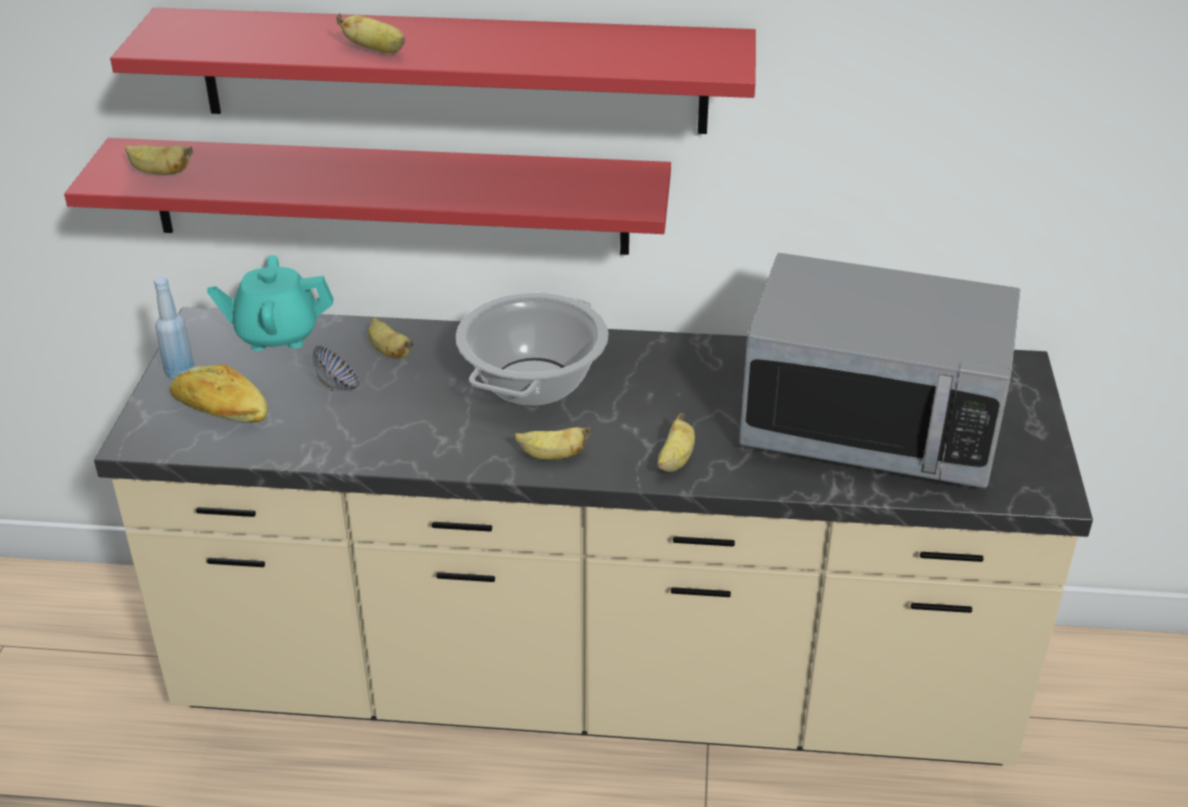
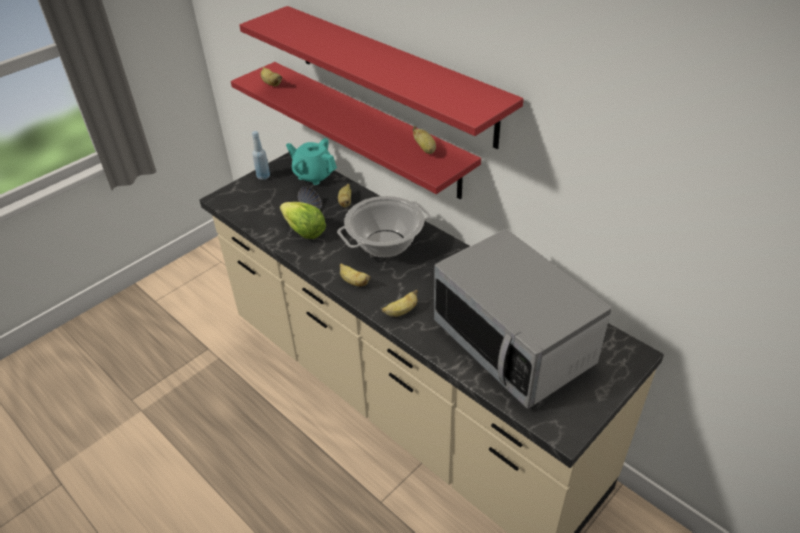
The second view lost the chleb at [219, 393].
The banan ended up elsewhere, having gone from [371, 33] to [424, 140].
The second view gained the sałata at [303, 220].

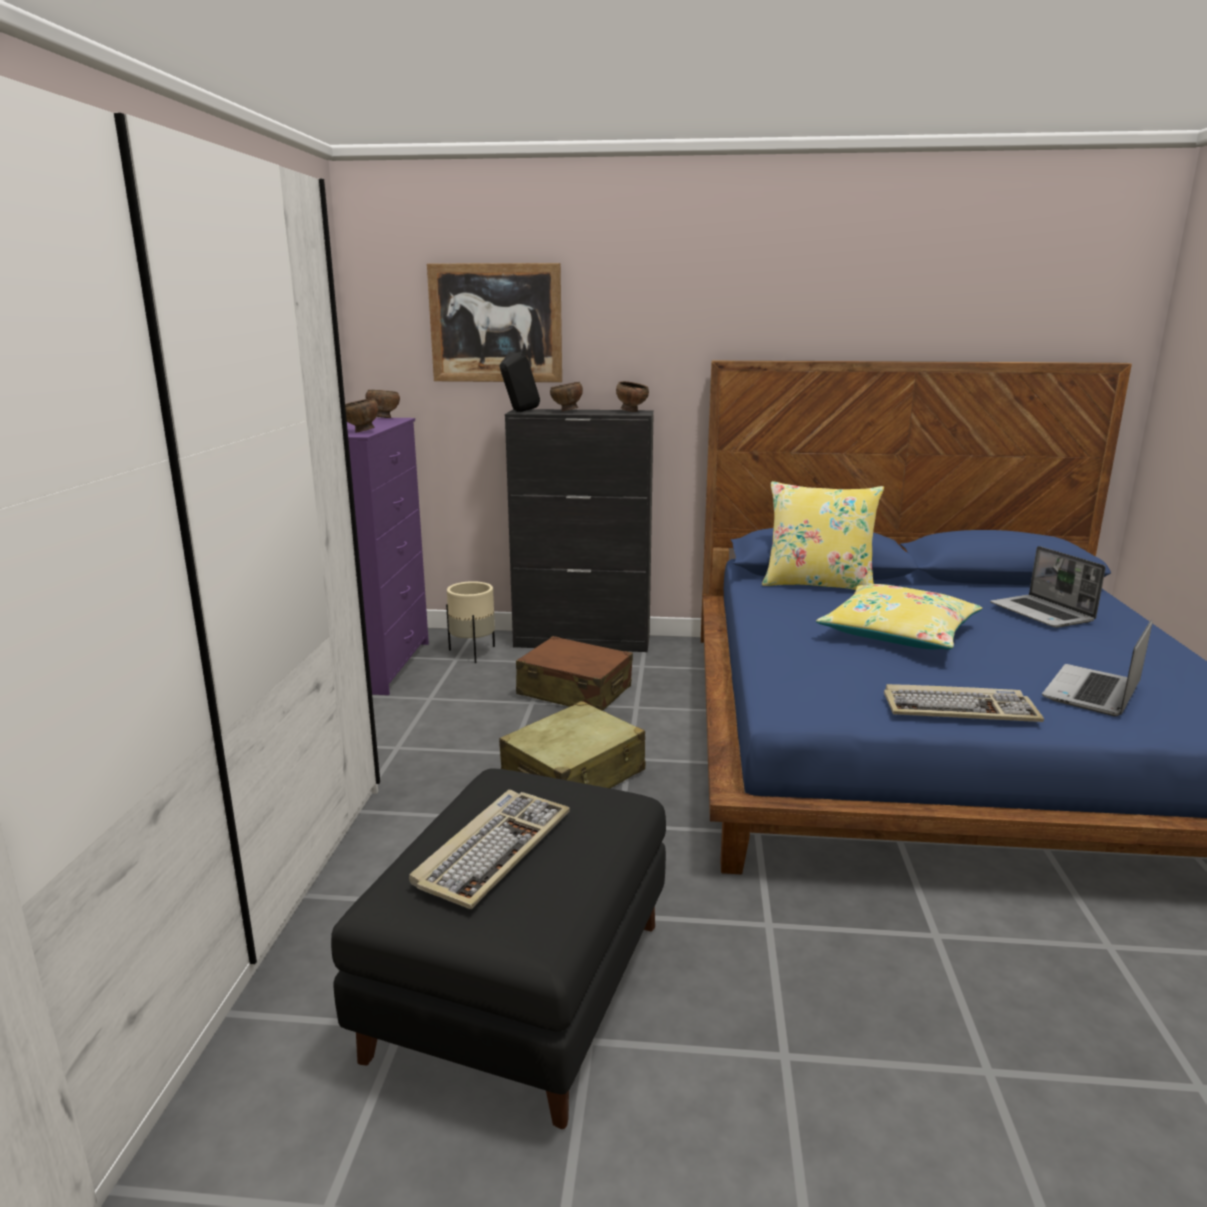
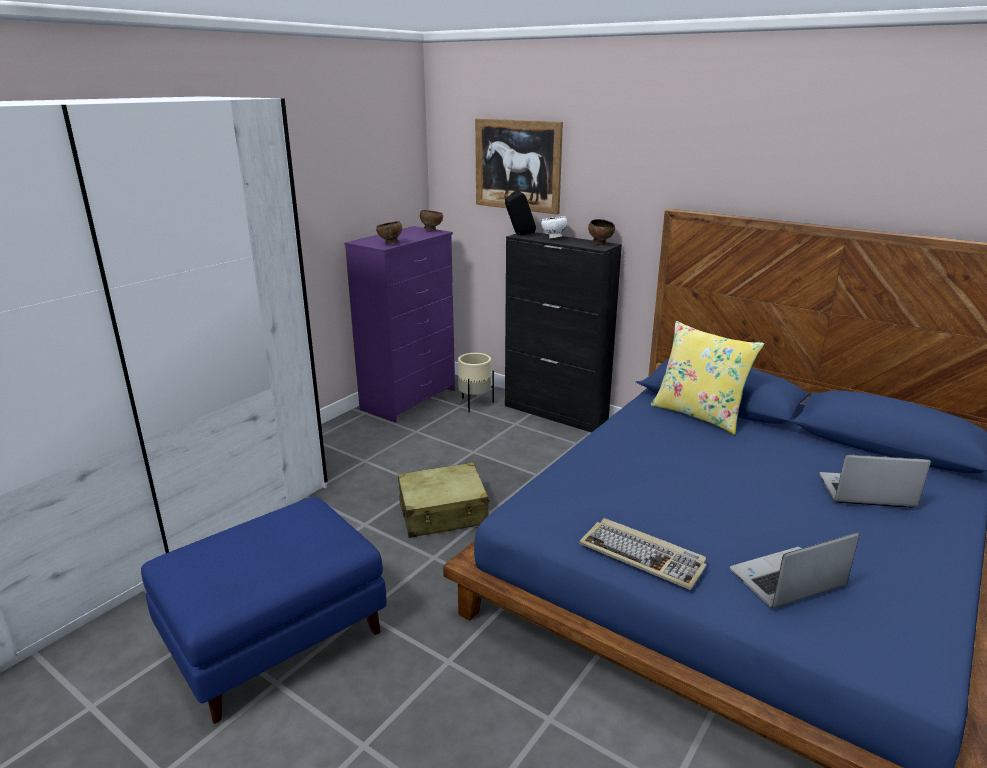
What was the pufa (czarny) at [498, 948] turned into the pufa (niebieski) at [263, 610].
The second view lost the klawiatura at [489, 849].
The second view lost the walizka (brązowy) at [574, 673].
What was the miska (brązowy) at [566, 396] turned into the miska (biały) at [554, 227].
The second view lost the poduszka (żółty) at [899, 617].
The laptop at [1048, 587] ended up facing another way, 90 degrees clockwise from before.

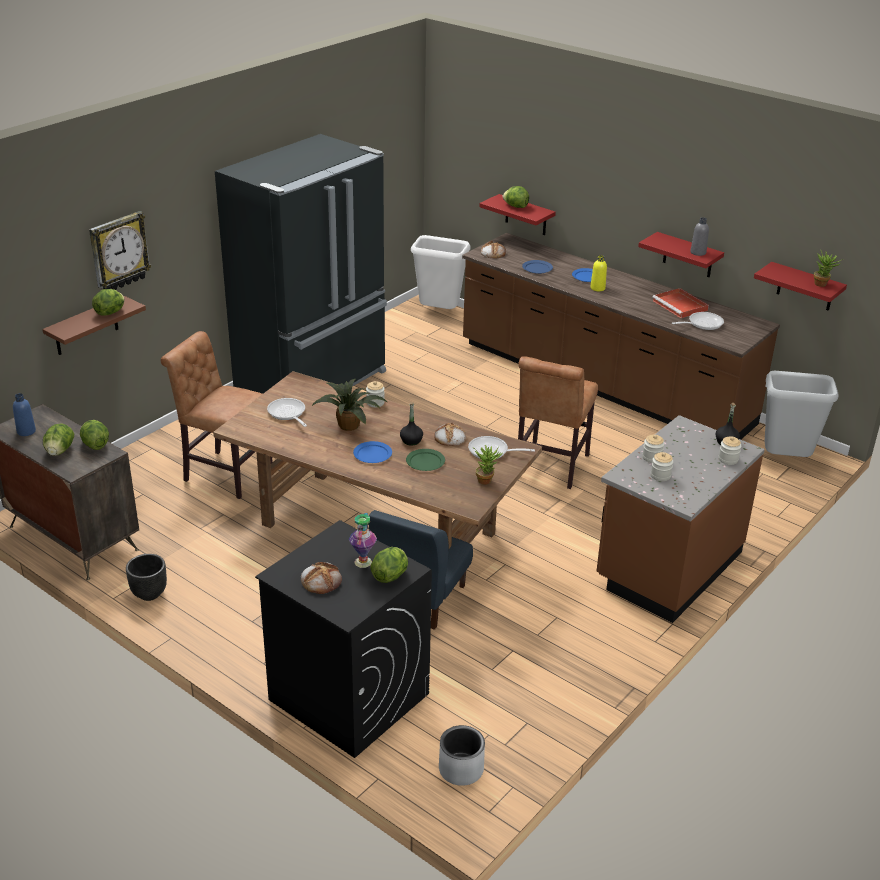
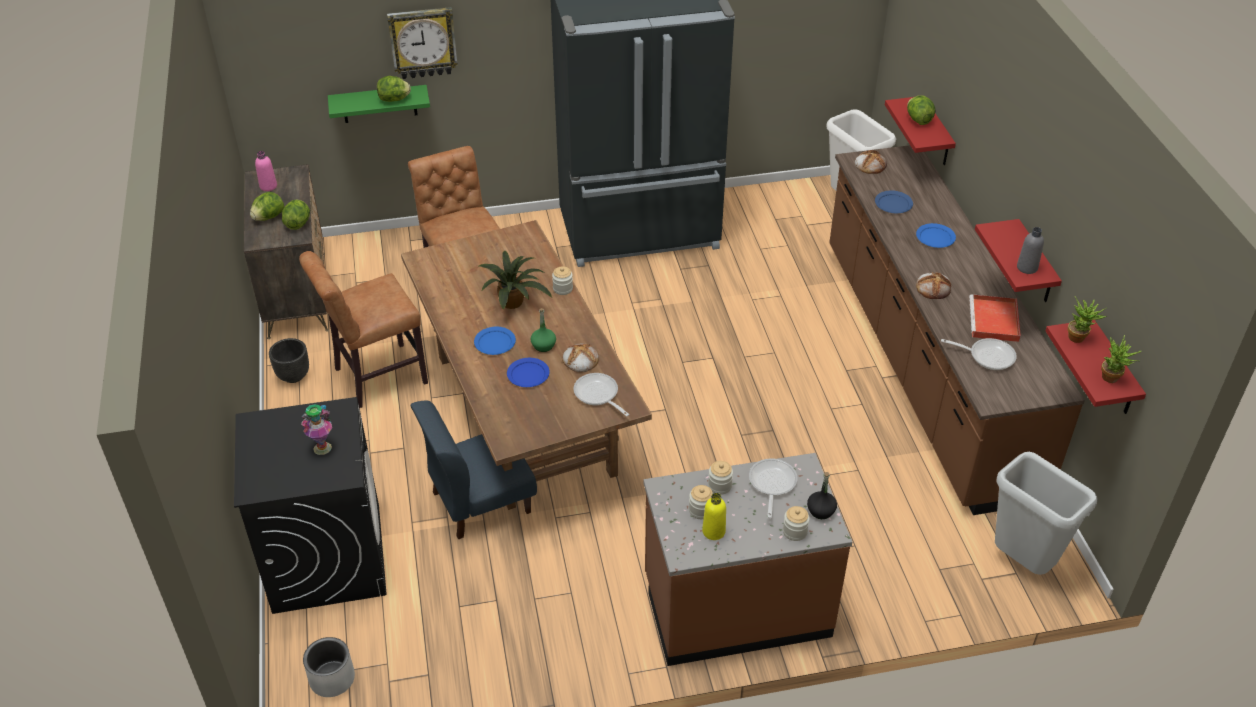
What was the butelka (niebieski) at [24, 414] turned into the butelka (różowy) at [266, 171].
What was the półka (brązowy) at [94, 325] turned into the półka (zielony) at [379, 104].
The patelnia ended up elsewhere, having gone from [287, 412] to [773, 488].
The chleb ended up elsewhere, having gone from [321, 578] to [933, 285].
The second view lost the sałata at [389, 565].
What was the butelka (czarny) at [411, 424] turned into the butelka (zielony) at [543, 330].
What was the talerz (zielony) at [425, 460] turned into the talerz (niebieski) at [528, 372].
The roślina doniczkowa ended up elsewhere, having gone from [488, 465] to [1087, 320].
The krzesło (brązowy) ended up elsewhere, having gone from [558, 422] to [363, 329].
The butelka (żółty) ended up elsewhere, having gone from [598, 273] to [714, 516].

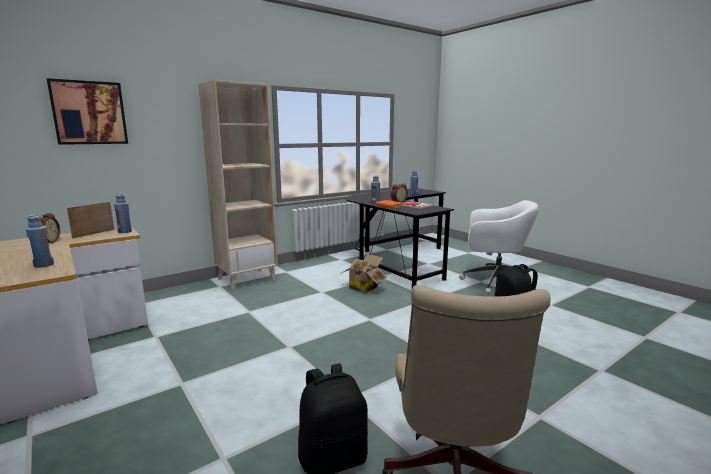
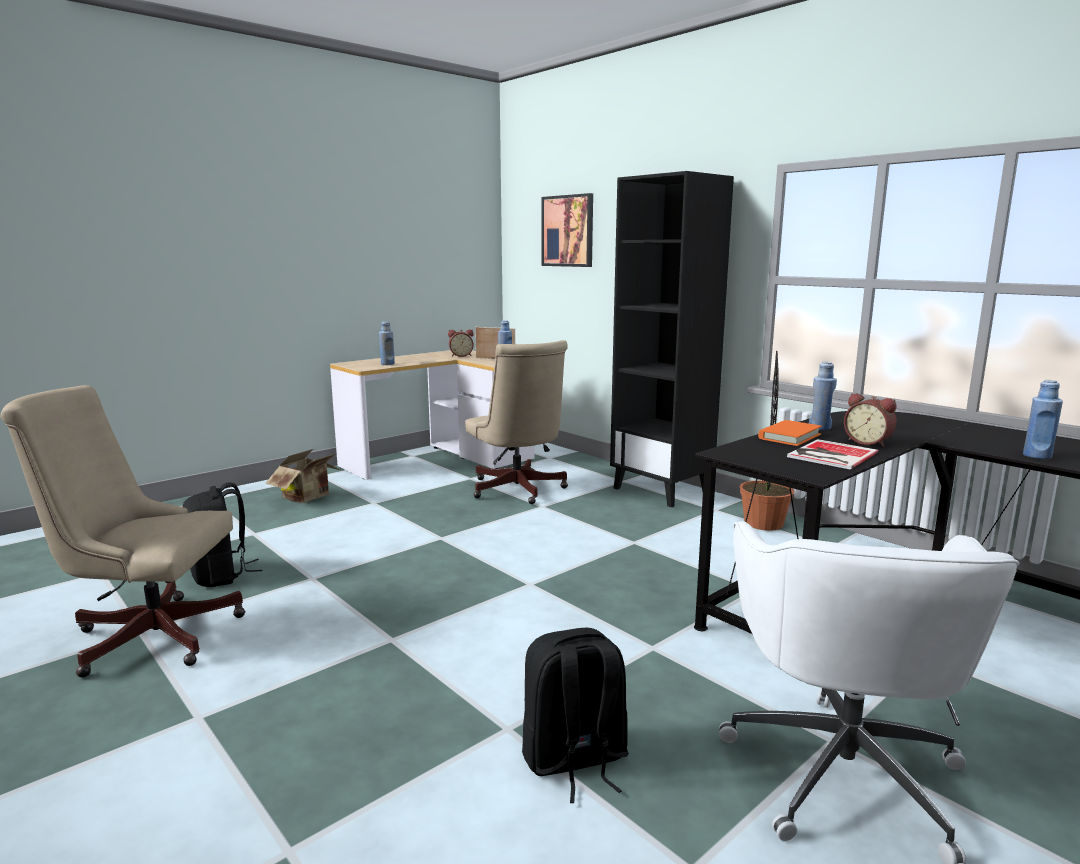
What was the regał (beżowy) at [238, 185] turned into the regał (czarny) at [672, 339].
The karton ended up elsewhere, having gone from [364, 273] to [303, 476].
The second view gained the krzesło biurowe (beżowy) at [516, 422].
The second view gained the roślina doniczkowa at [767, 441].

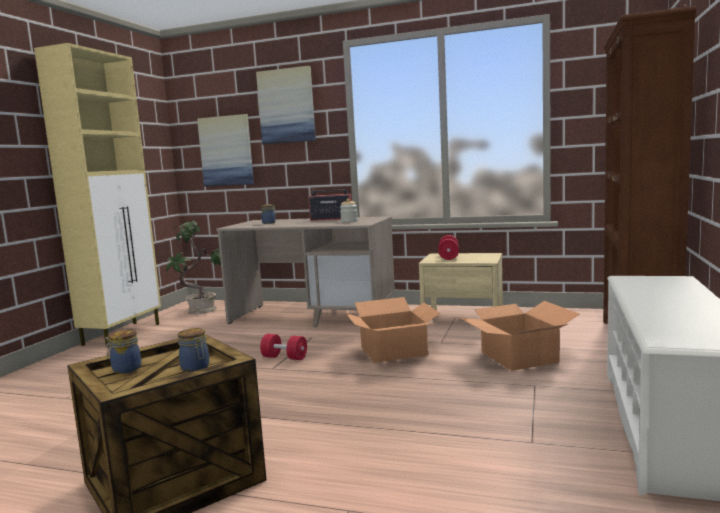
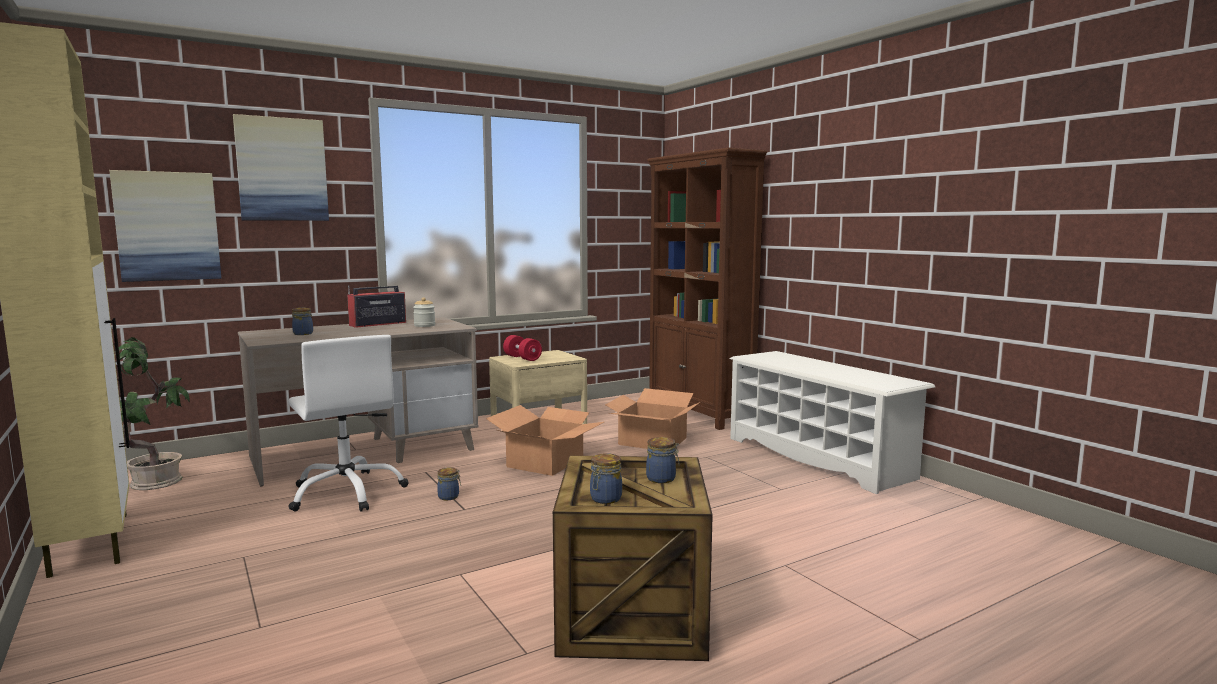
Where the hantel (czerwony) stood at [283, 347], the słoik came to stand at [449, 483].
The second view gained the krzesło biurowe (biały) at [348, 423].

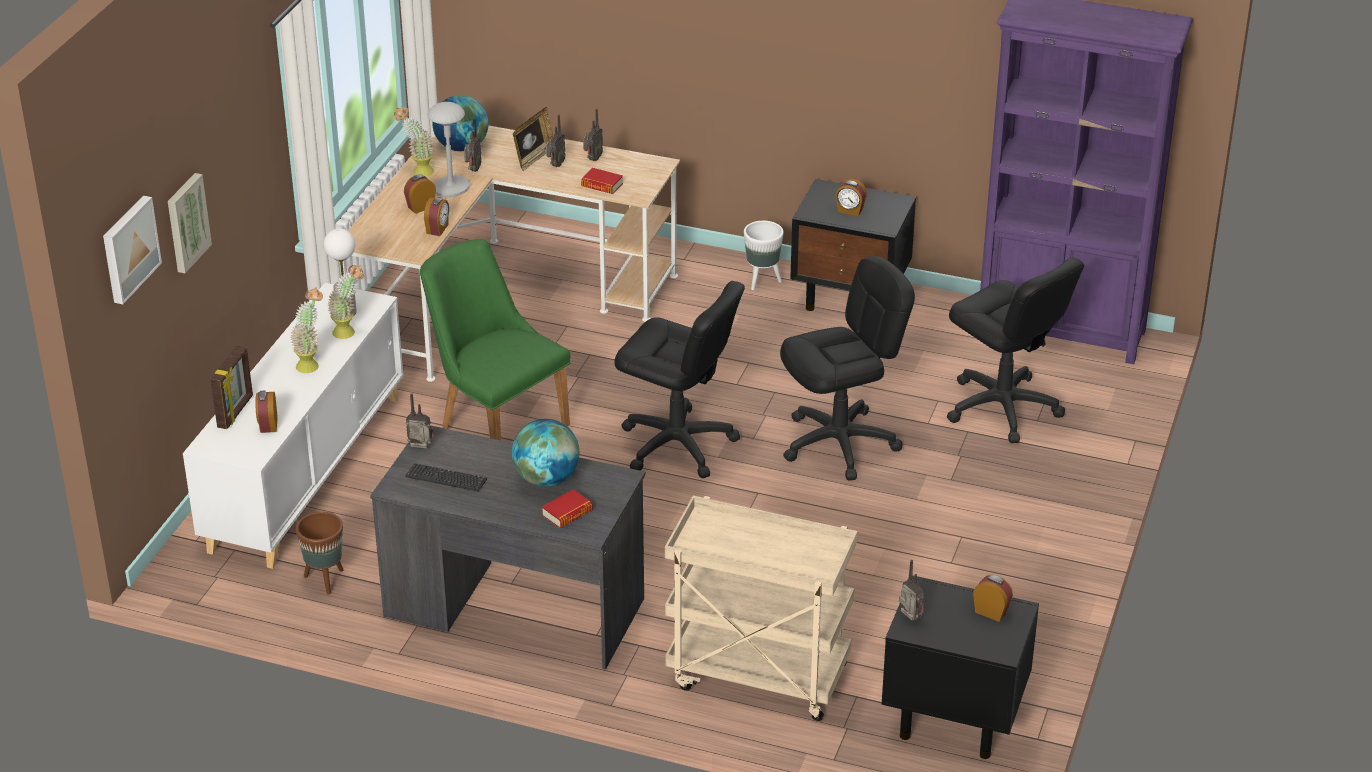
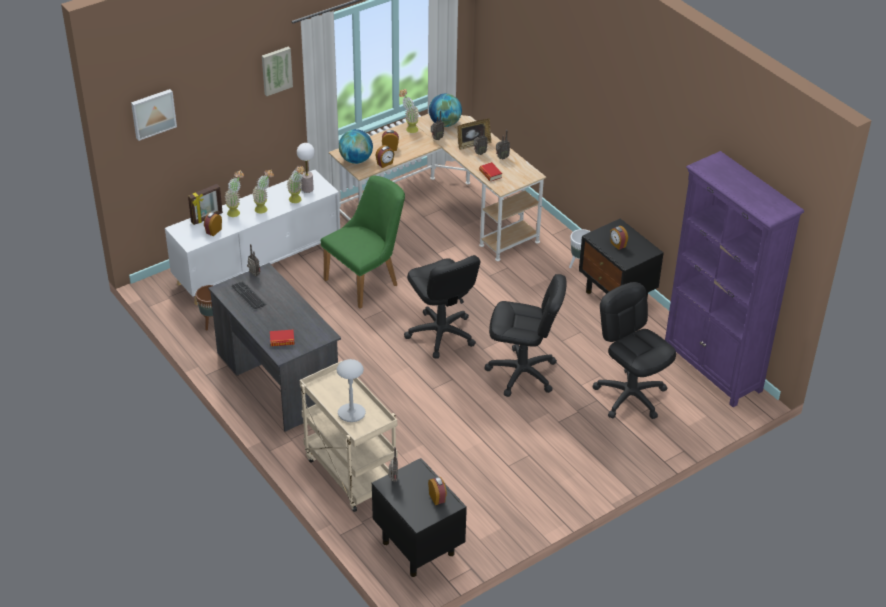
The obraz ended up elsewhere, having gone from [190, 223] to [277, 71].
The krzesło (zielony) at [495, 339] ended up facing another way, 60 degrees clockwise from before.
The lampa stołowa (szary) ended up elsewhere, having gone from [448, 149] to [351, 390].
The globus ended up elsewhere, having gone from [545, 453] to [356, 146].
The krzesło biurowe (czarny) at [1015, 350] ended up facing another way, 150 degrees clockwise from before.
The second view gained the roślina doniczkowa at [234, 194].

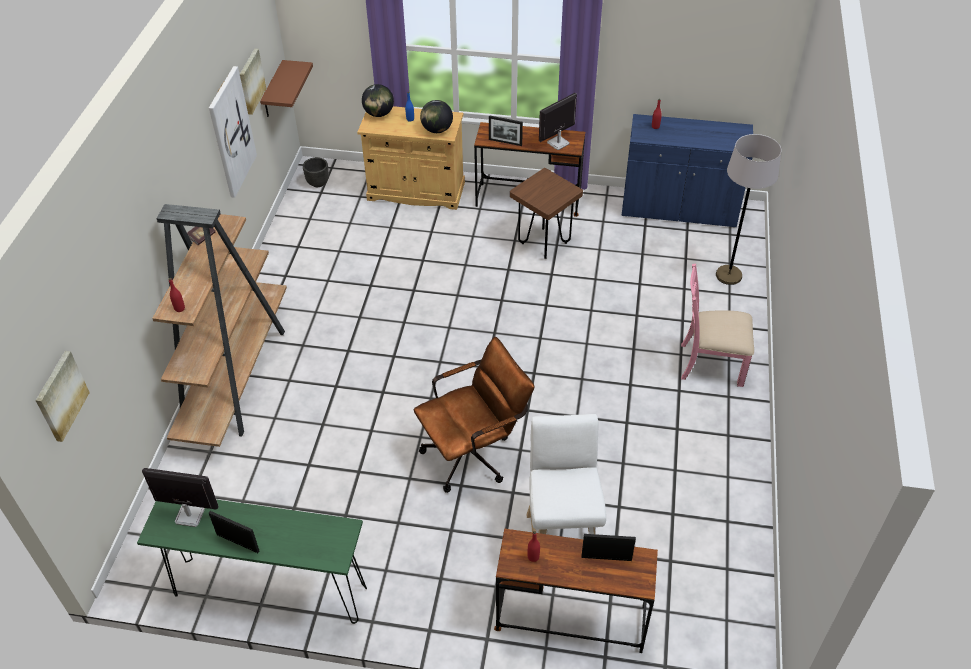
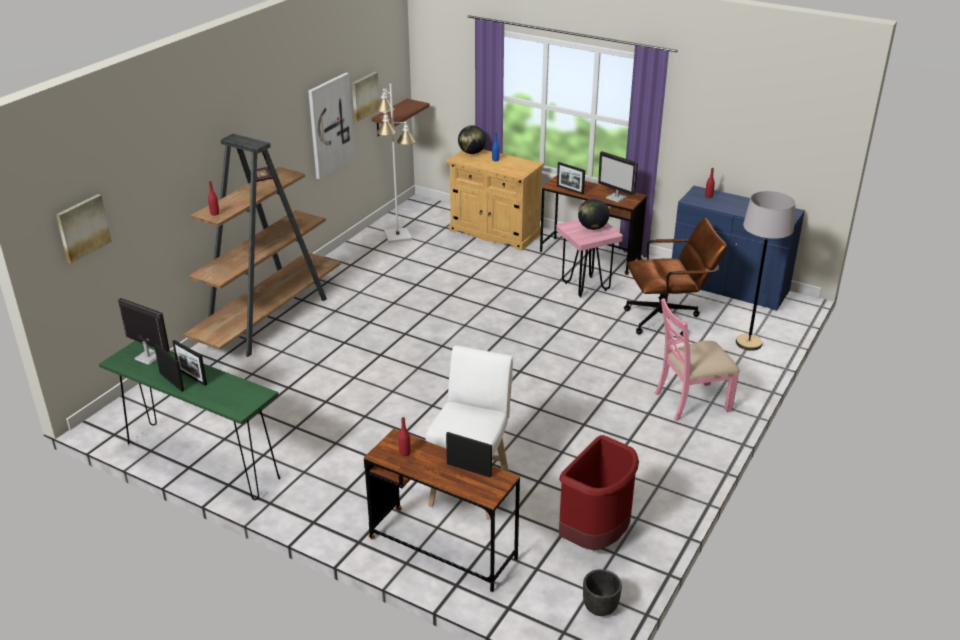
The donica (czarny) ended up elsewhere, having gone from [316, 172] to [602, 592].
The krzesło biurowe (brązowy) ended up elsewhere, having gone from [474, 415] to [675, 277].
The globus ended up elsewhere, having gone from [436, 116] to [594, 214].
What was the stołek (brązowy) at [546, 213] turned into the stołek (różowy) at [589, 258].
The monitor at [558, 121] ended up facing another way, 120 degrees counterclockwise from before.
The krzesło (różowy) at [717, 325] ended up facing another way, 45 degrees counterclockwise from before.
The second view gained the ramka na zdjęcie at [189, 363].
The second view gained the lampa stojąca (biały) at [395, 163].
The second view gained the kosz na śmieci (czerwony) at [599, 492].

